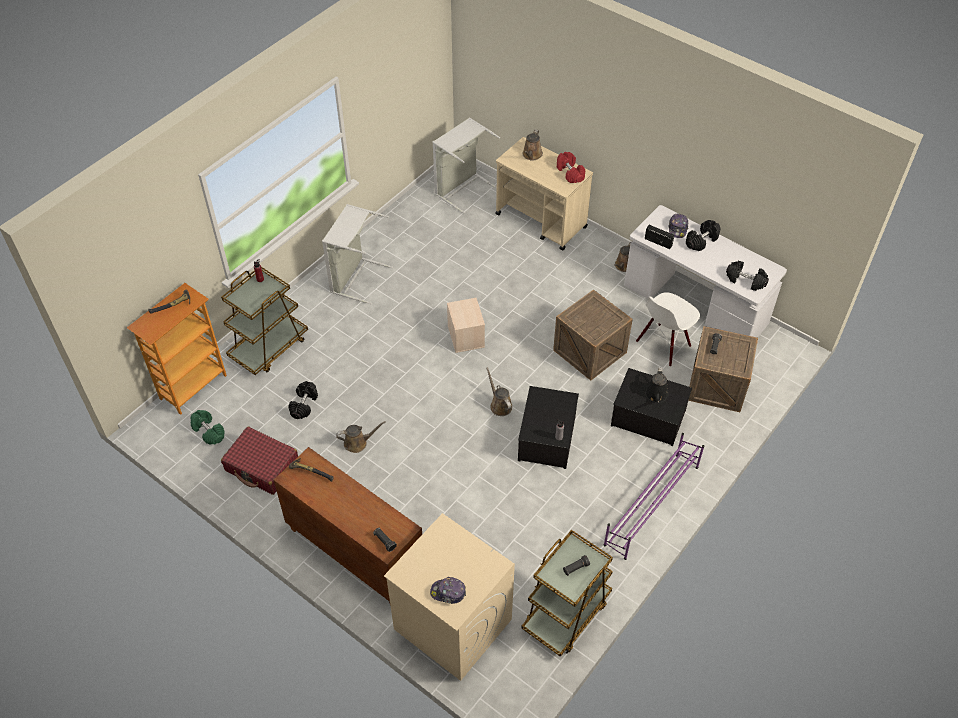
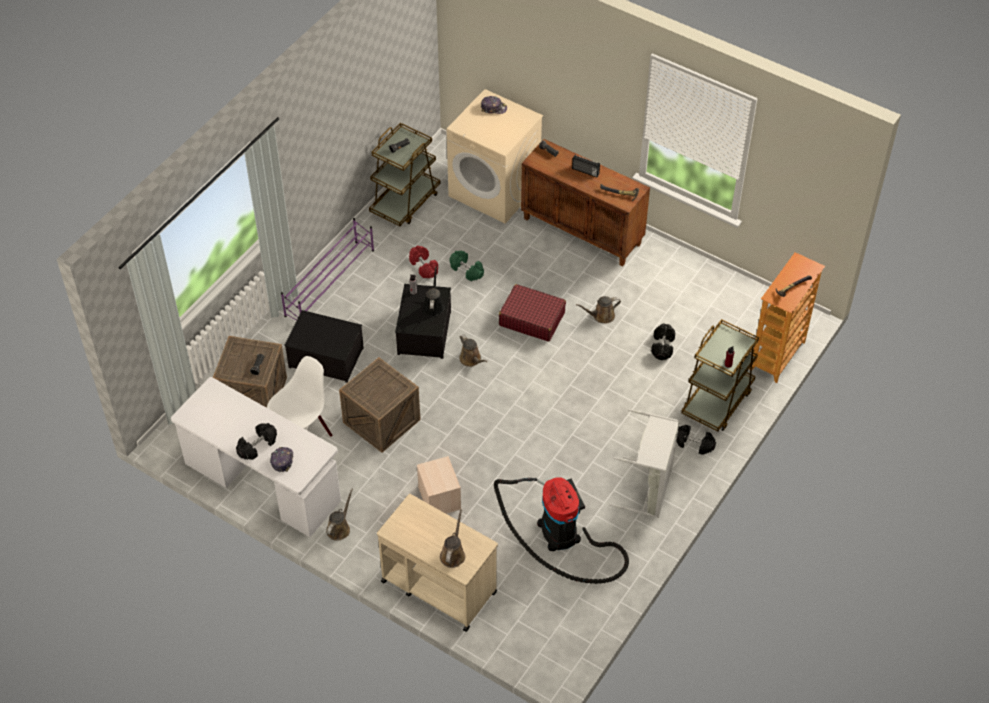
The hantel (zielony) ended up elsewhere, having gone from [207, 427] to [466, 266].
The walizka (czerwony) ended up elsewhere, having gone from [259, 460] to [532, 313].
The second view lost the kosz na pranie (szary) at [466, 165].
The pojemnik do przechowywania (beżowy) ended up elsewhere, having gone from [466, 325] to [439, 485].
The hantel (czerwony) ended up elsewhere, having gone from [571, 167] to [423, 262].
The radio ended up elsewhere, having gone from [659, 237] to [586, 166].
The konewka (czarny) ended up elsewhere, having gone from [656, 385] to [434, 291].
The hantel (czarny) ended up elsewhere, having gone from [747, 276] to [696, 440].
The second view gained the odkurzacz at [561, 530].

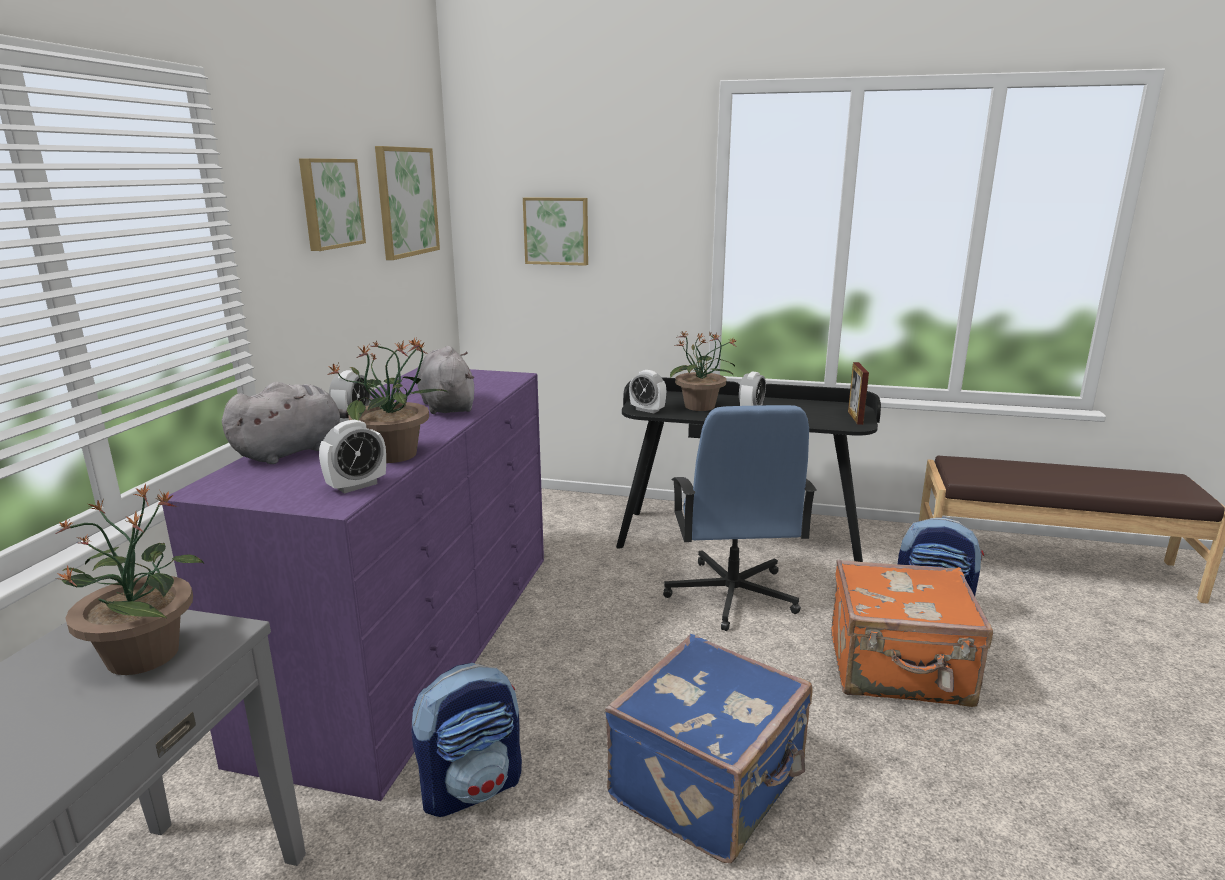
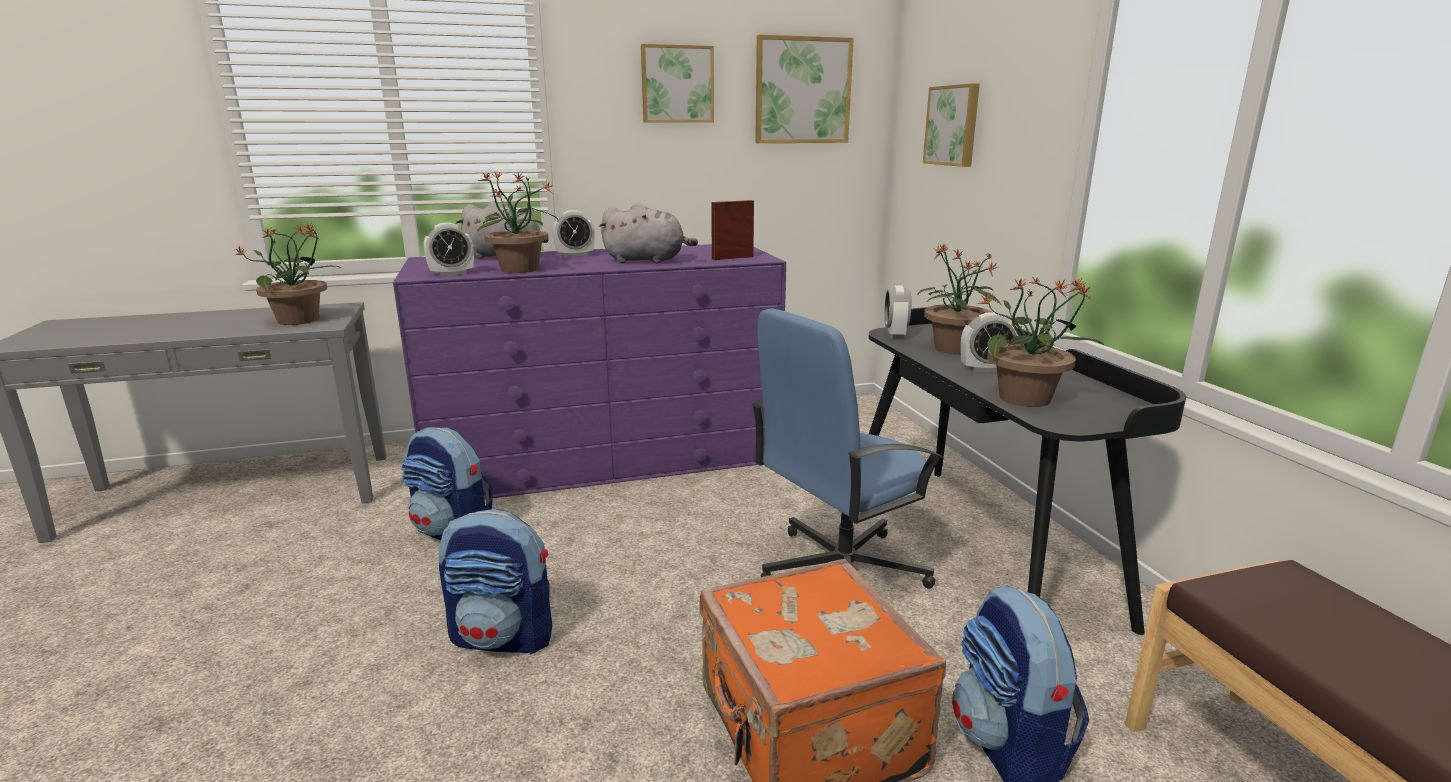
The budzik at [352, 456] ended up facing another way, 45 degrees counterclockwise from before.
The pluszak (szary) at [445, 380] ended up facing another way, 60 degrees clockwise from before.
Where the walizka (niebieski) stood at [709, 748], the plecak came to stand at [495, 582].
The ramka na zdjęcie ended up elsewhere, having gone from [858, 393] to [732, 230].
The second view gained the roślina doniczkowa at [1041, 342].

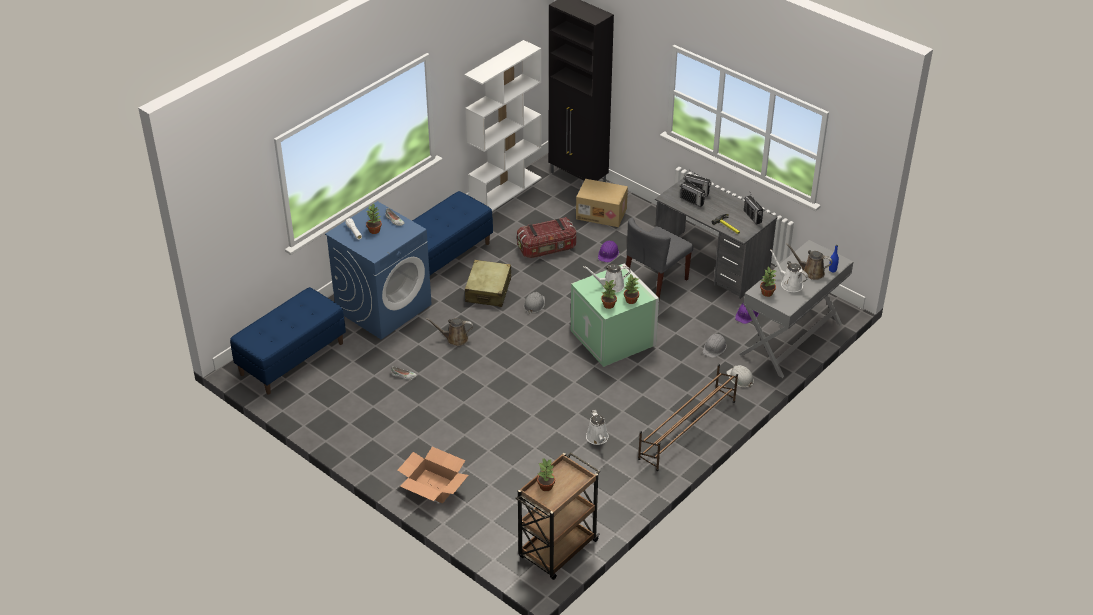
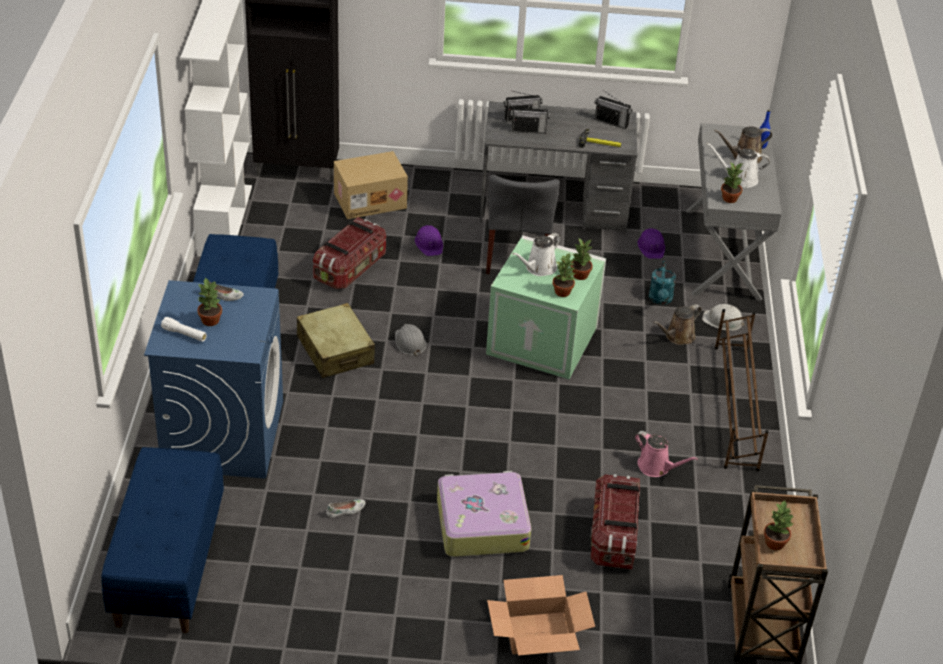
The konewka (brązowy) ended up elsewhere, having gone from [449, 332] to [677, 324].
What was the konewka (biały) at [597, 427] turned into the konewka (różowy) at [666, 454].
Where the kask (szary) stood at [715, 346], the konewka (turkusowy) came to stand at [662, 283].
The second view gained the walizka at [484, 514].
The second view gained the pojemnik do przechowywania at [615, 521].

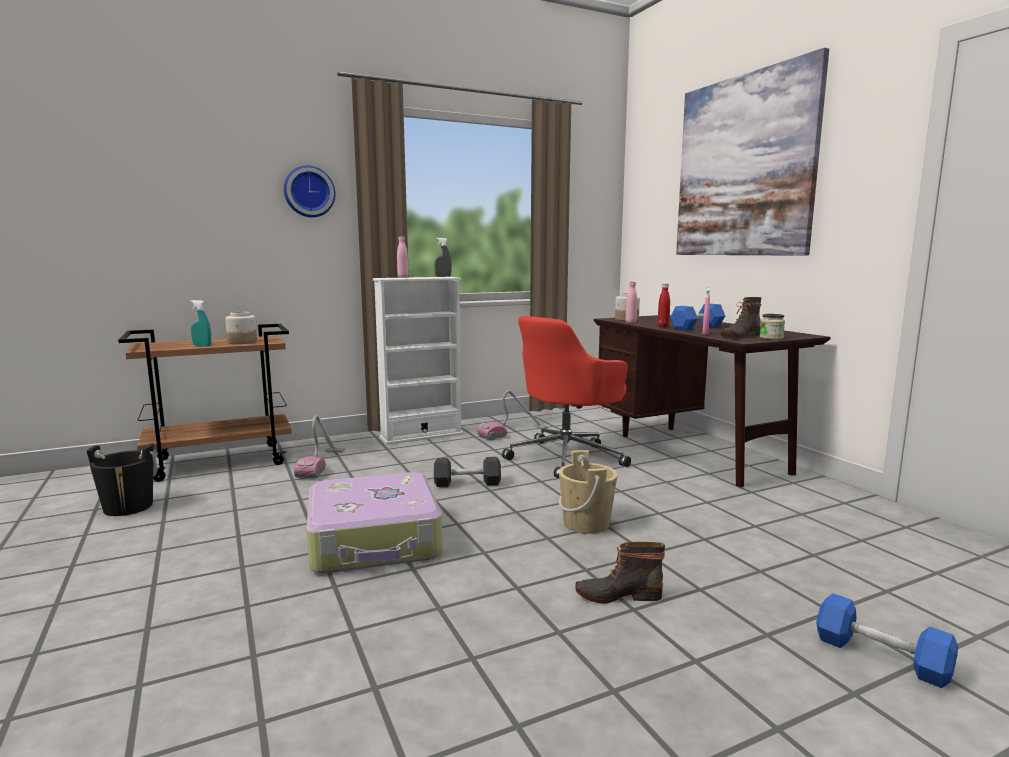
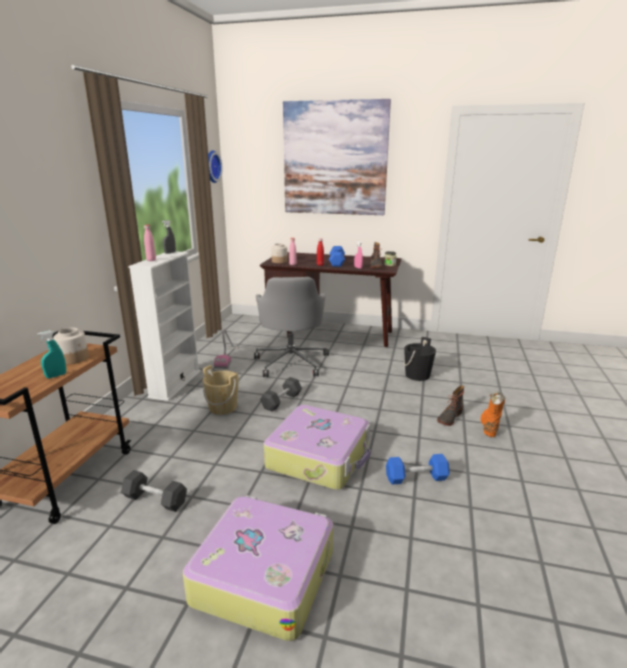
The wiadro (czarny) ended up elsewhere, having gone from [122, 479] to [419, 359].
The zegar ścienny ended up elsewhere, having gone from [309, 191] to [215, 166].
The second view lost the odkurzacz at [319, 446].
What was the krzesło biurowe (czerwony) at [566, 397] turned into the krzesło biurowe (szary) at [291, 327].
The wiadro (beżowy) ended up elsewhere, having gone from [588, 492] to [221, 390].
The hantel (niebieski) ended up elsewhere, having gone from [887, 640] to [418, 469].
The second view gained the hantel (szary) at [154, 491].
The second view gained the walizka at [258, 568].
The second view gained the but z cholewką (pomarańczowy) at [493, 414].

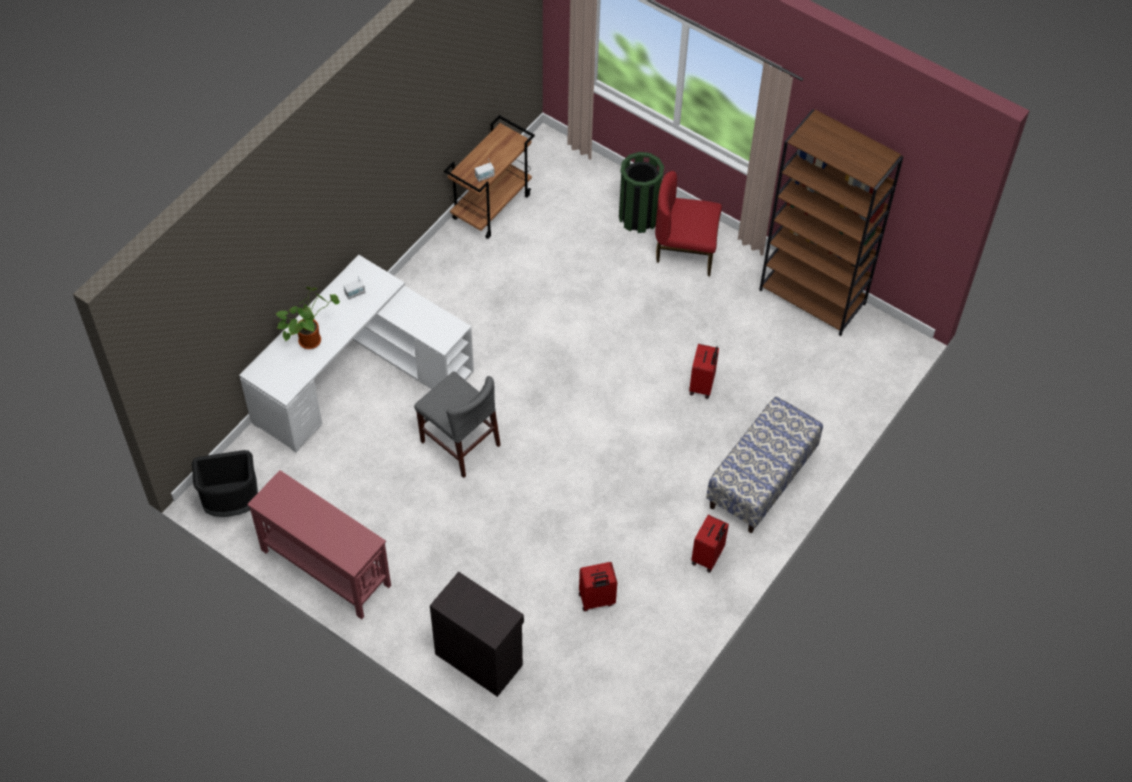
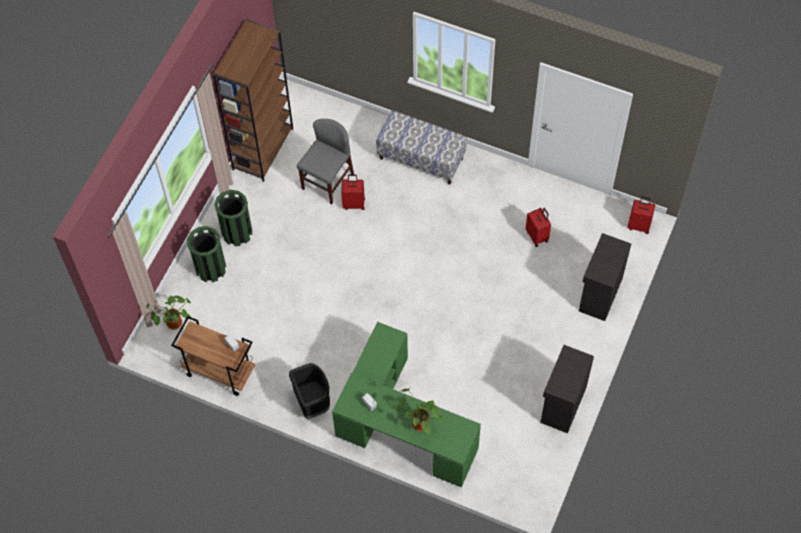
The kosz na śmieci (czarny) ended up elsewhere, having gone from [225, 483] to [309, 391].
What was the biurko (biały) at [356, 353] turned into the biurko (zielony) at [406, 405].
Where the stolik konsolowy (czerwony) stood at [319, 544], the szafka (czarny) came to stand at [567, 389].
The krzesło (szary) ended up elsewhere, having gone from [457, 424] to [325, 161].
Where the krzesło (czerwony) stood at [688, 223], the kosz na śmieci (zielony) came to stand at [233, 218].
The walizka (czerwony) ended up elsewhere, having gone from [710, 543] to [641, 215].
The second view gained the roślina doniczkowa at [168, 312].

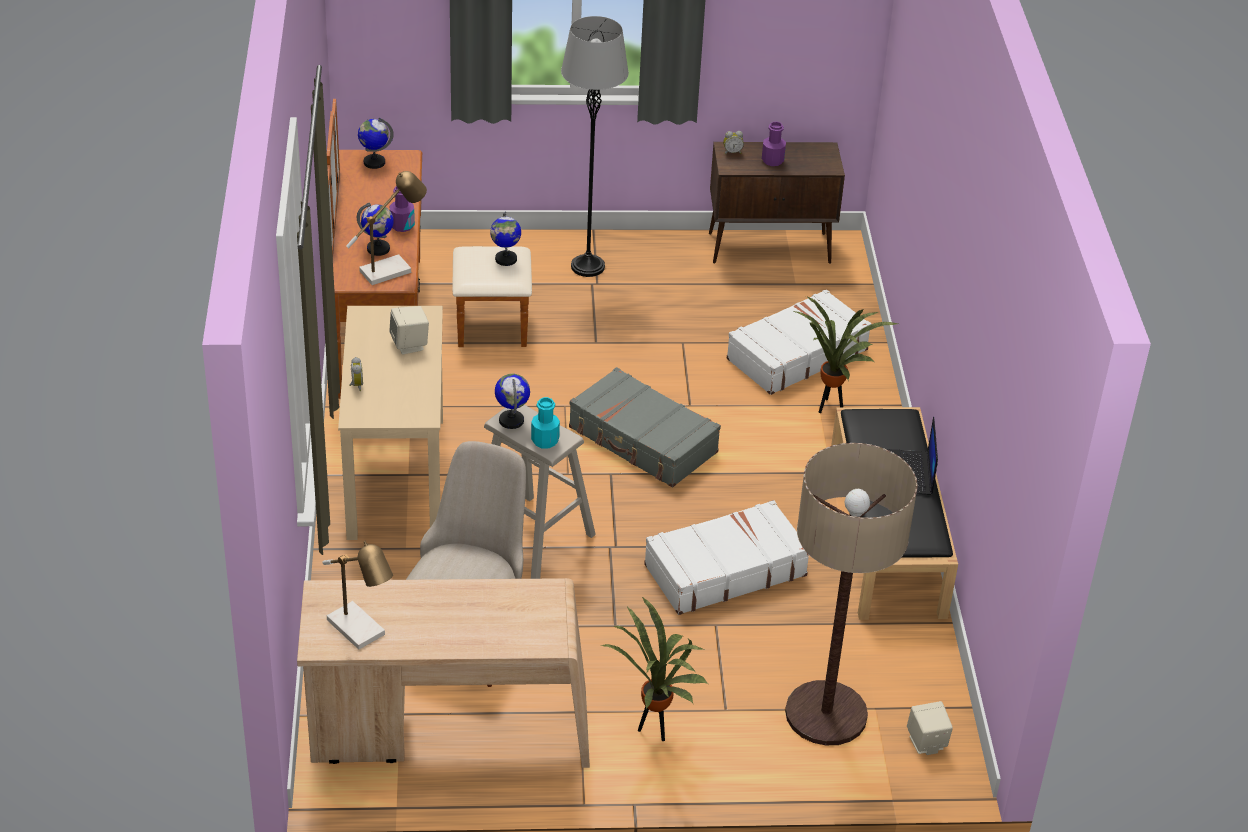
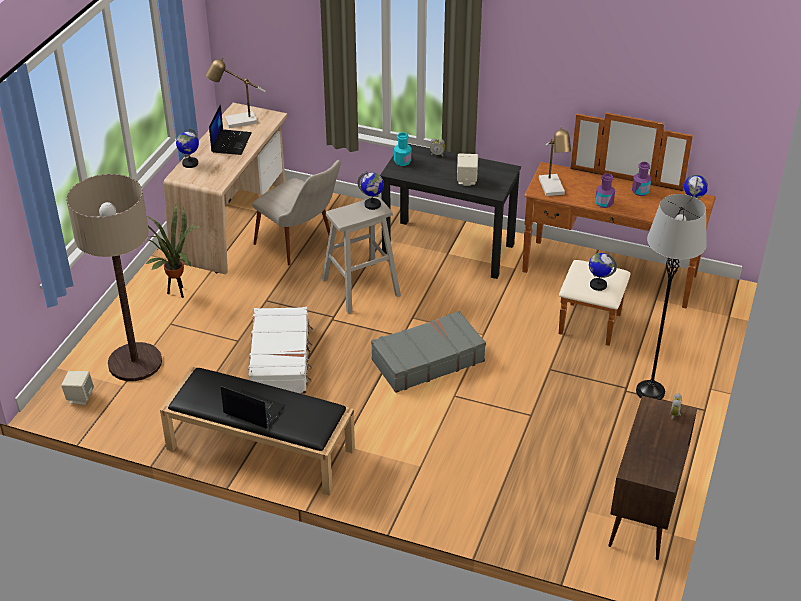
What was the biurko (beżowy) at [390, 423] turned into the biurko (czarny) at [450, 211].
The globus ended up elsewhere, having gone from [375, 229] to [187, 148].
The butelka (turkusowy) ended up elsewhere, having gone from [545, 423] to [403, 149].
The second view lost the walizka (biały) at [798, 342].
The butelka (fioletowy) ended up elsewhere, having gone from [774, 144] to [642, 179].
The second view lost the roślina doniczkowa at [846, 354].
The second view gained the laptop at [230, 129].

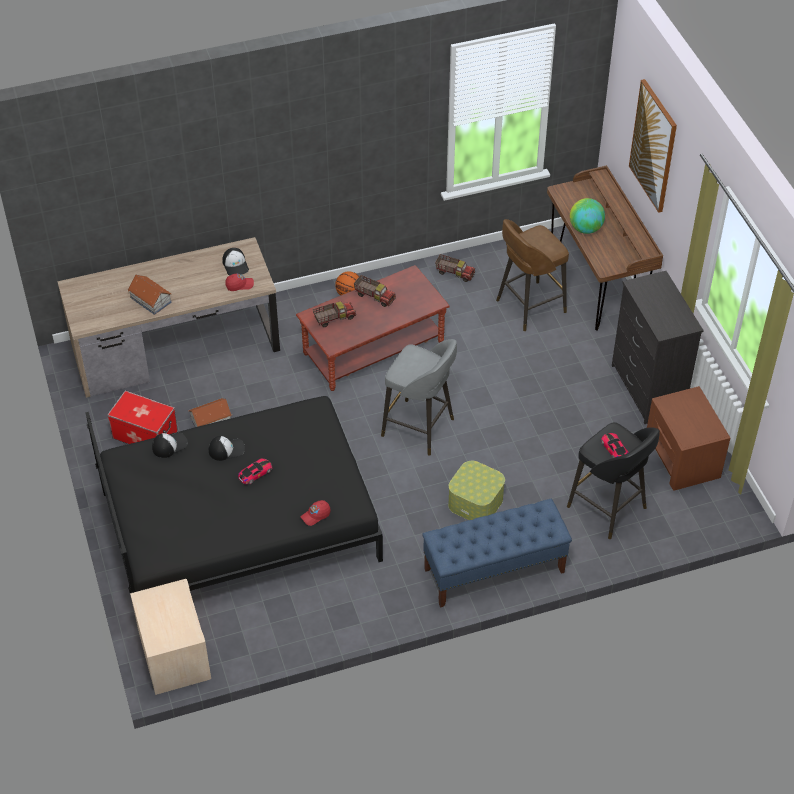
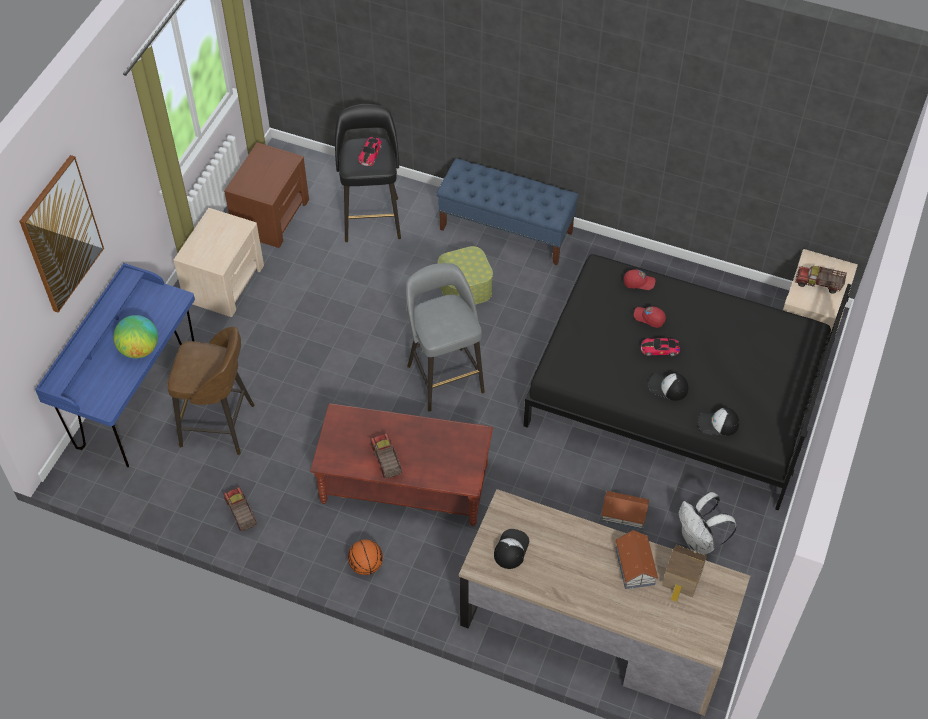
Where the pojemnik do przechowywania stood at [142, 417], the plecak (biały) came to stand at [707, 523].
The czapka z daszkiem (czerwony) ended up elsewhere, having gone from [239, 282] to [650, 317].
The ciężarówka zabawkowa ended up elsewhere, having gone from [334, 314] to [821, 280].
What was the biurko (brązowy) at [605, 248] turned into the biurko (niebieski) at [115, 365].
Where the komoda (czarny) stood at [658, 347], the szafka nocna (beżowy) came to stand at [218, 262].
The second view gained the domek at [684, 573].

